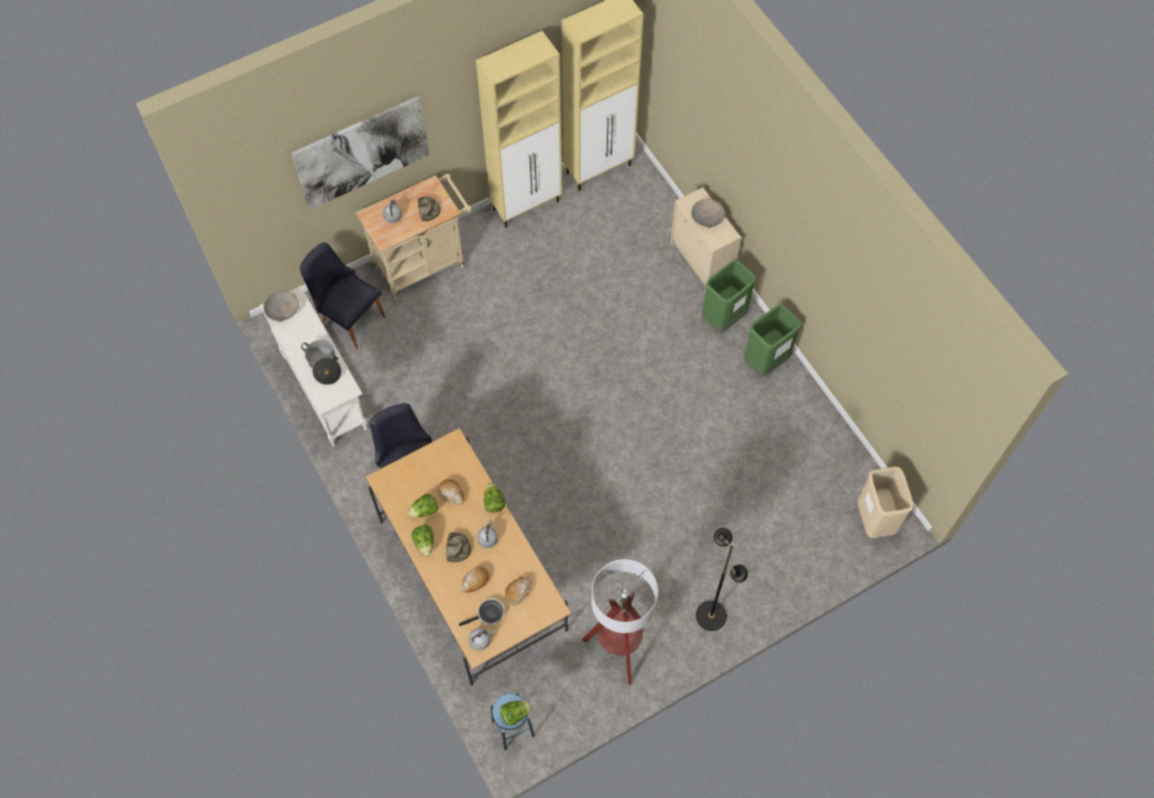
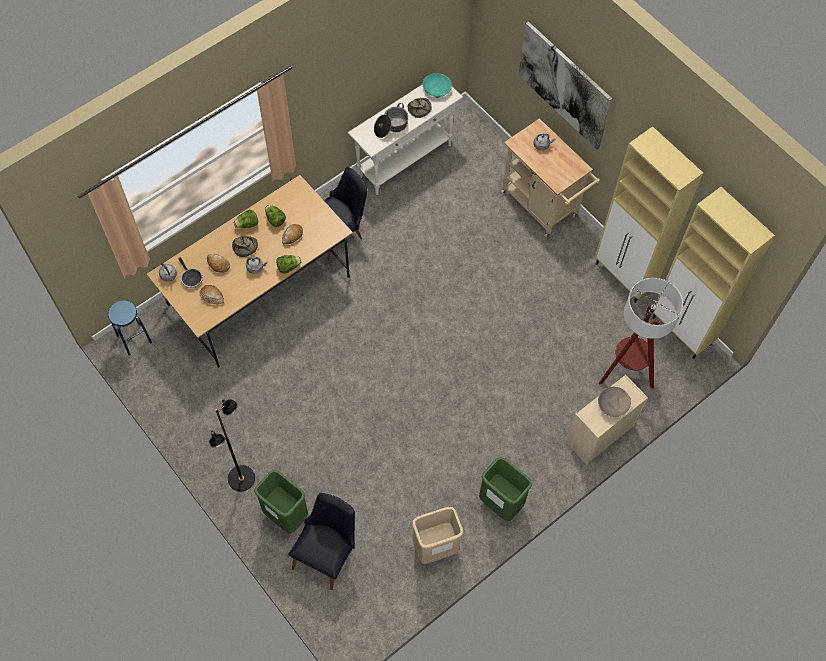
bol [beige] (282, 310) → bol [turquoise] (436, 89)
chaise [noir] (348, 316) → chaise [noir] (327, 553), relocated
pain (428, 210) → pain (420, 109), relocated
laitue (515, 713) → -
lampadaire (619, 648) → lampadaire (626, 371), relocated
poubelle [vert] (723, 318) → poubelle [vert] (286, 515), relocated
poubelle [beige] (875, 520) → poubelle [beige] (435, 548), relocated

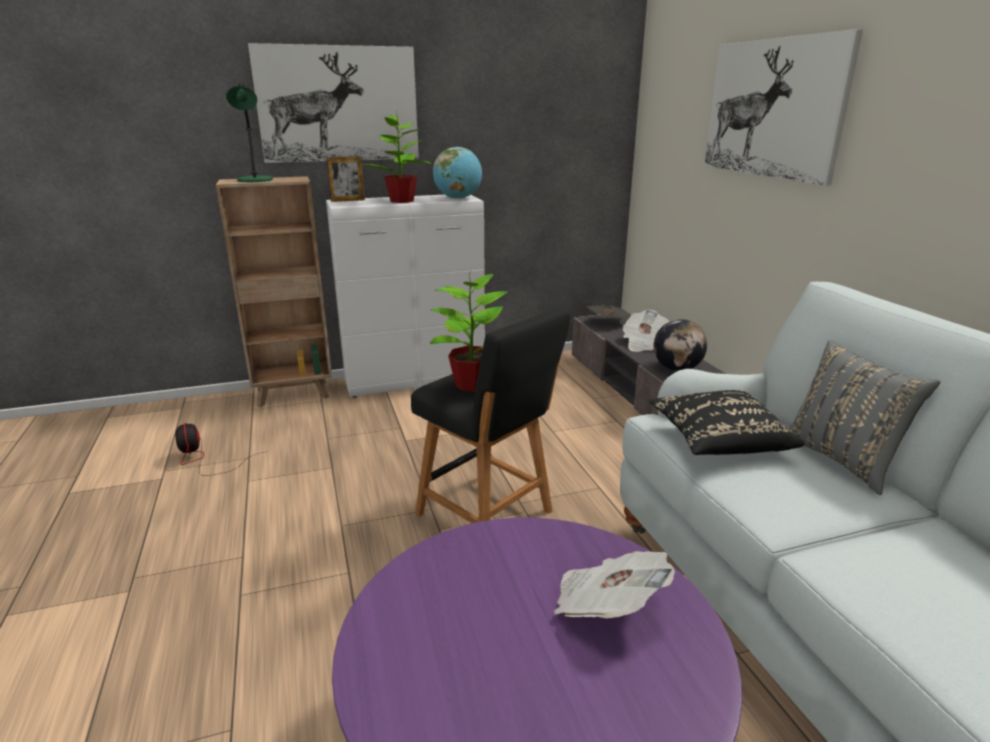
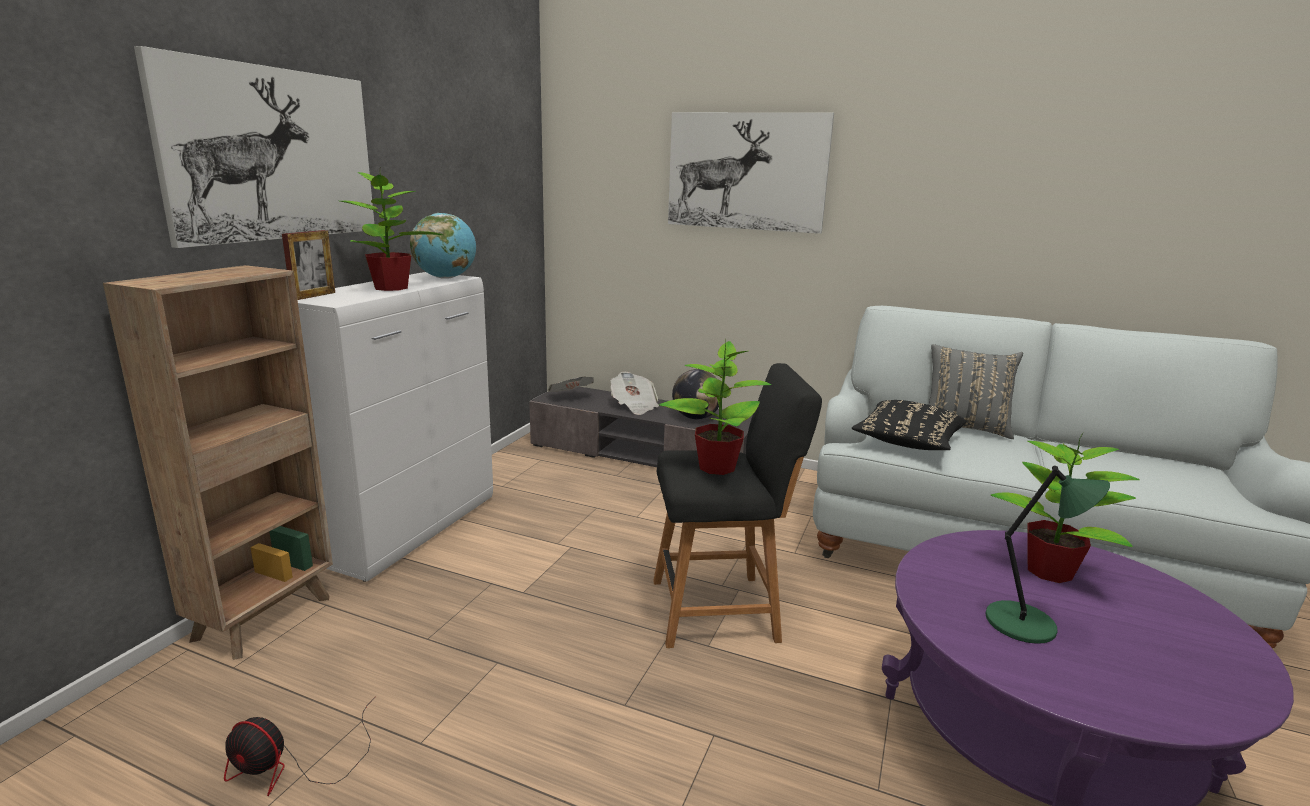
lampe de table [vert] (255, 180) → lampe de table [vert] (1025, 624), relocated
journal (607, 606) → plante en pot (1050, 571)

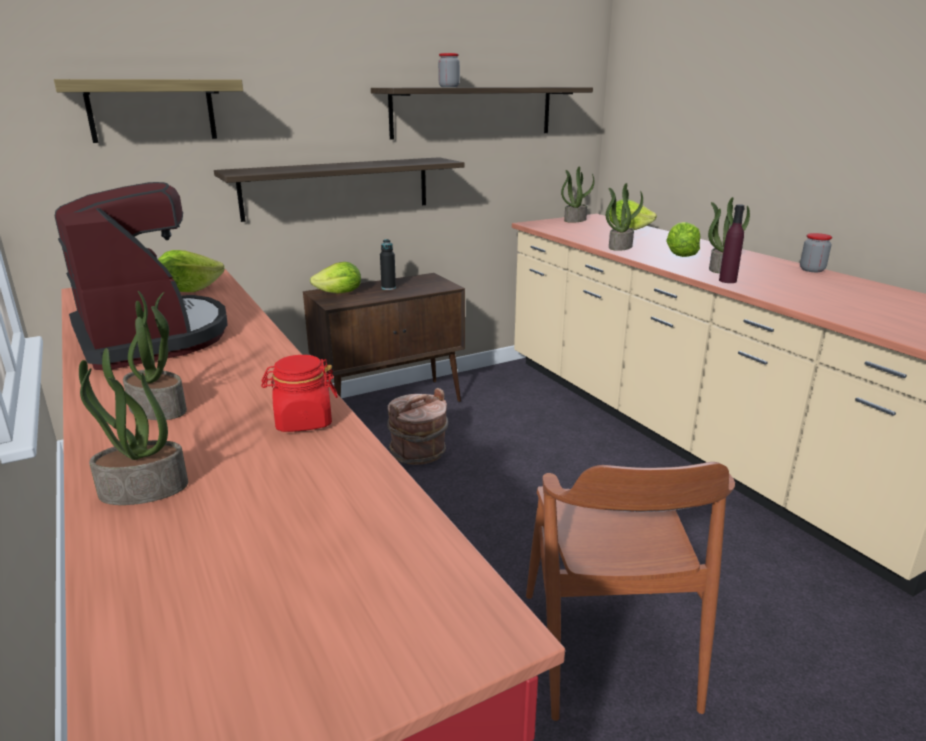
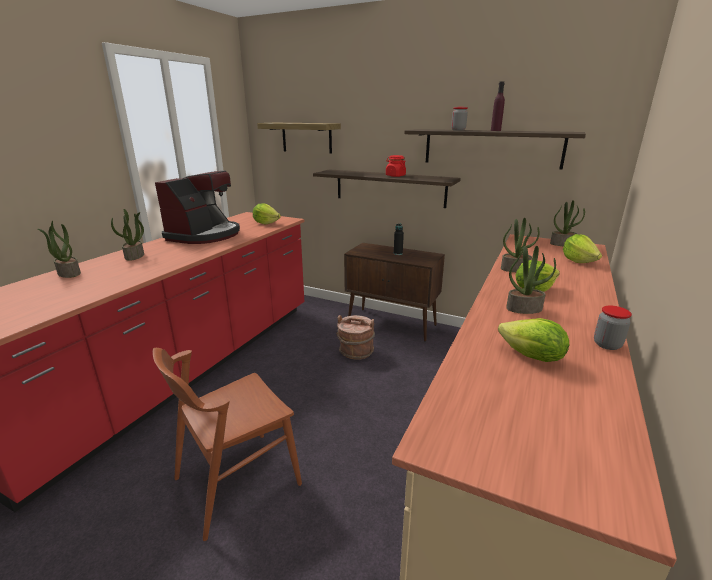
bocal [rouge] (303, 421) → bocal [rouge] (395, 176), relocated
laitue (340, 293) → laitue (532, 357), relocated
bouteille [violet] (727, 281) → bouteille [violet] (495, 130), relocated

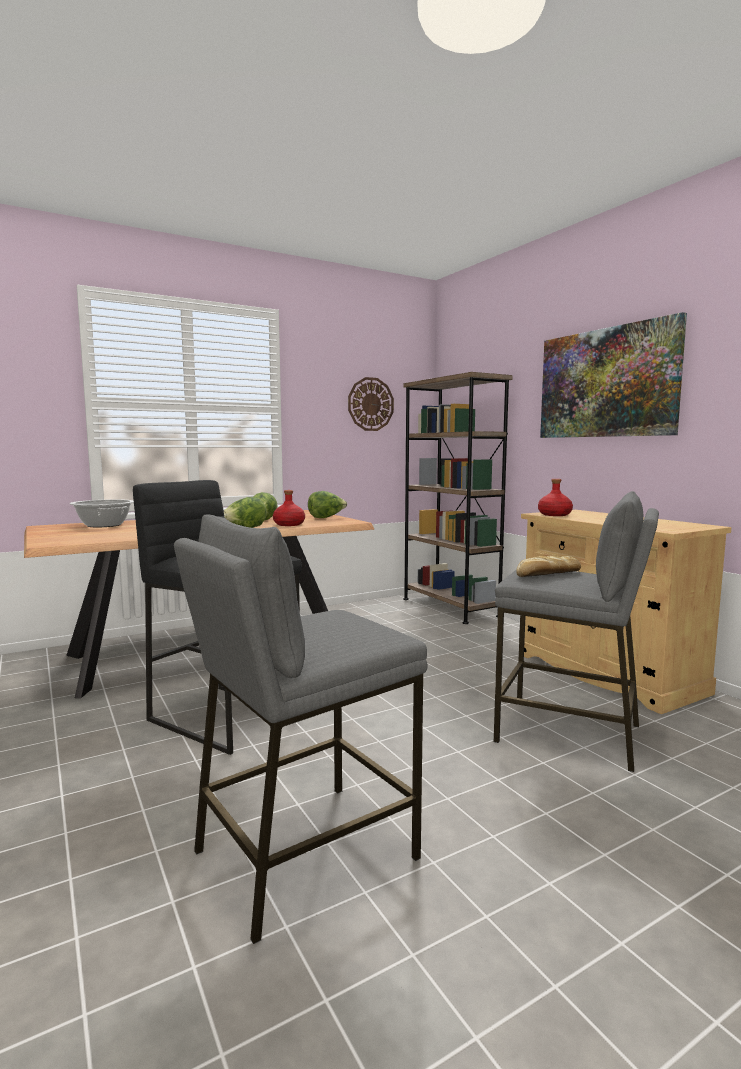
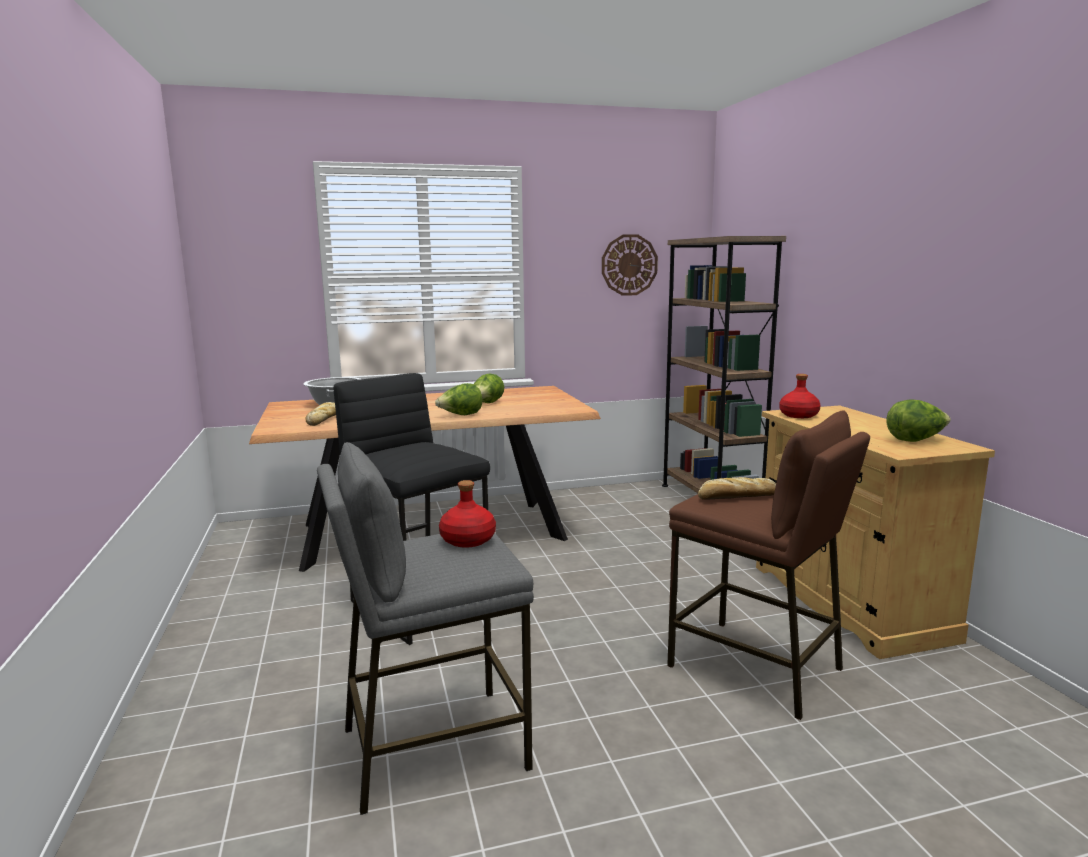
bouteille [rouge] (289, 524) → bouteille [rouge] (468, 540), relocated
laitue (326, 518) → laitue (915, 440), relocated
tabouret [gris] (569, 733) → tabouret [marron] (755, 667)
tableau (606, 383) → -
- → pain (324, 419)

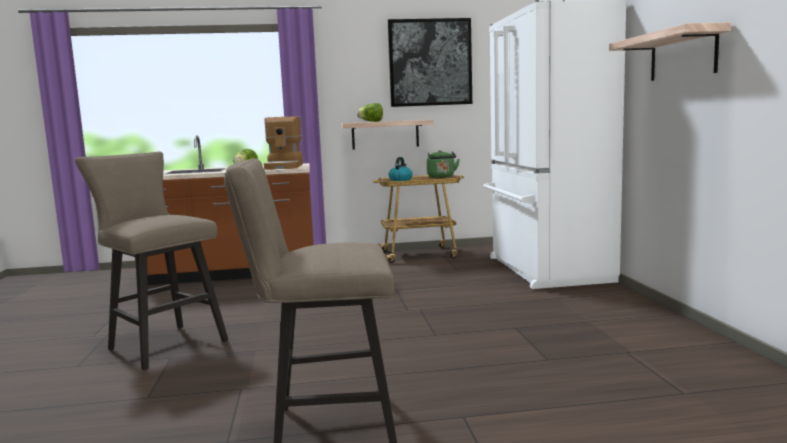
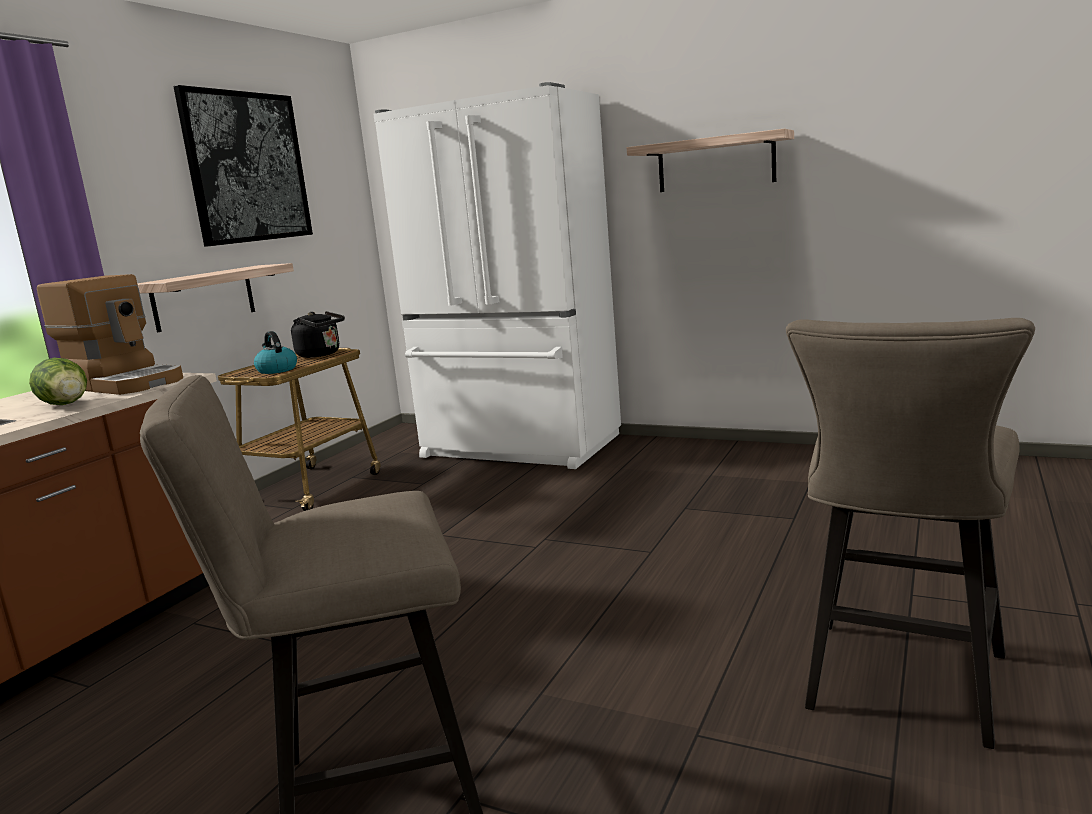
laitue (371, 121) → -
bouilloire [vert] (441, 177) → bouilloire [noir] (321, 354)

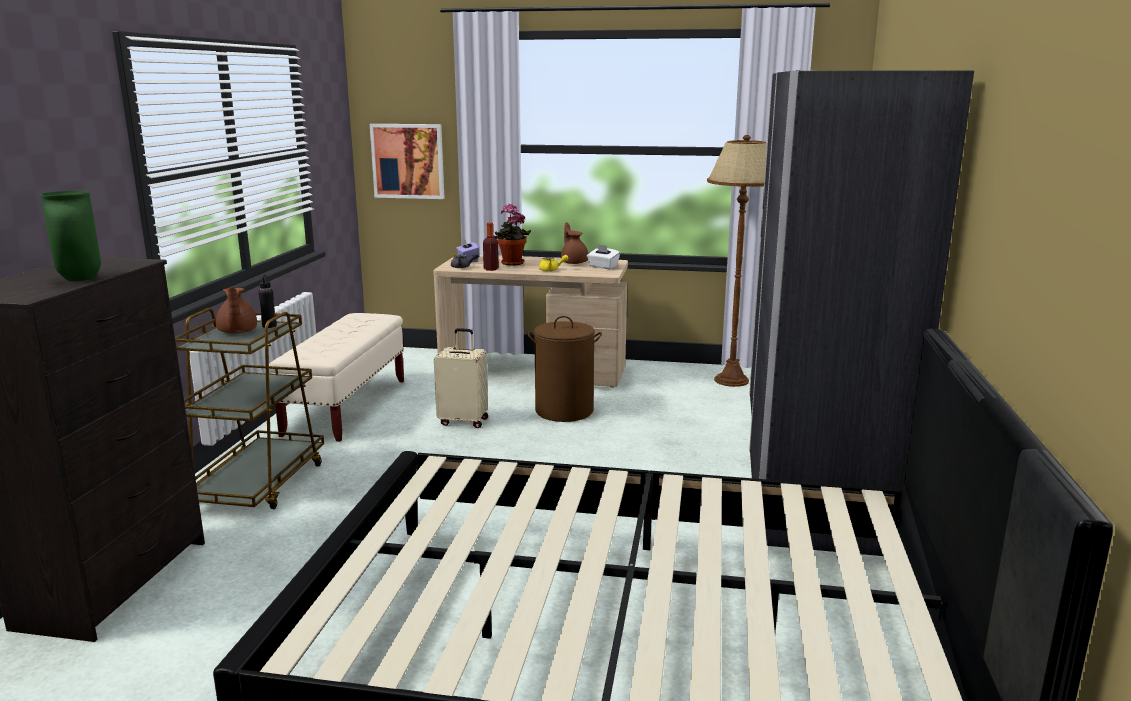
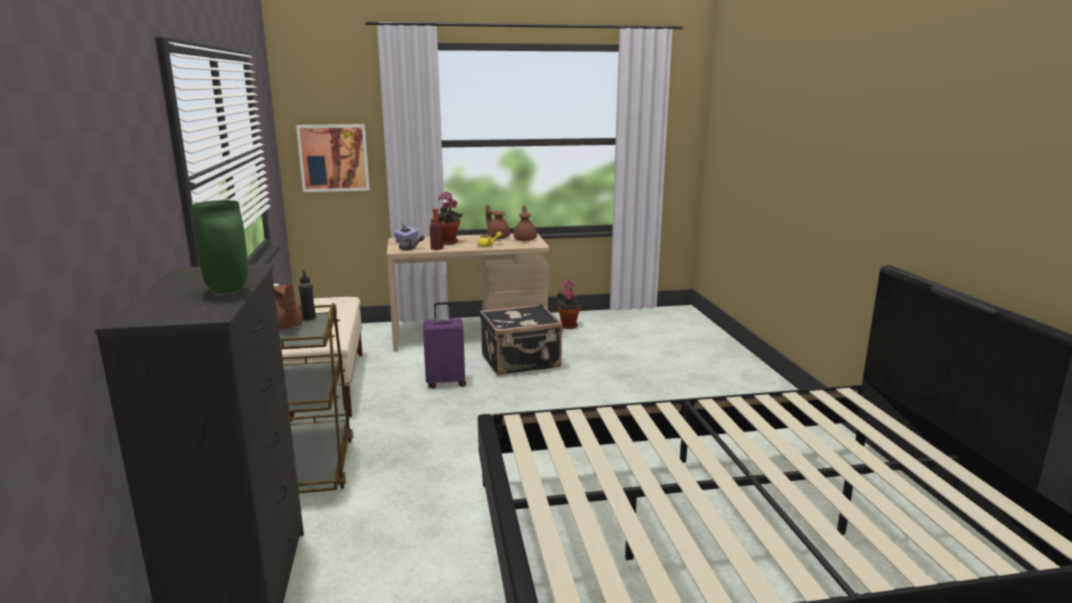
valise [beige] (464, 421) → valise [violet] (446, 382)
panier à linge [marron] (564, 411) → valise [noir] (521, 362)
boîte à mouchoirs [blanc] (603, 267) → théière [marron] (525, 239)
lampadaire [marron] (731, 380) → -
armoire [gris] (811, 464) → -
- → plante en pot (567, 325)

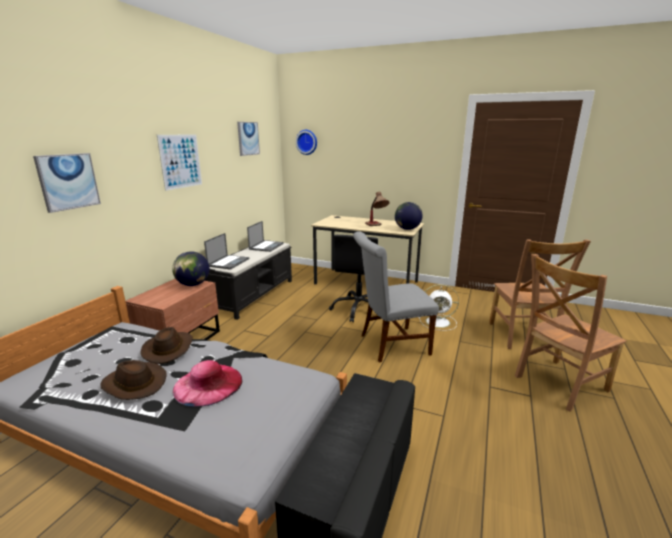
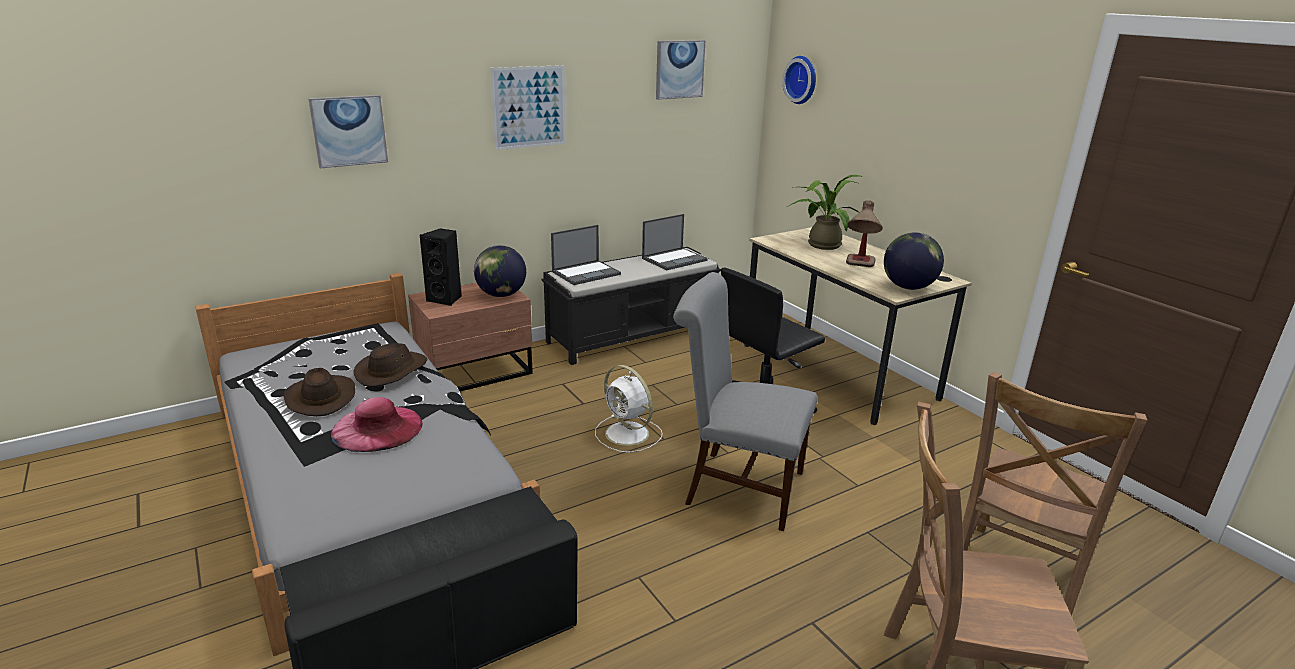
ventilateur [blanc] (439, 322) → ventilateur [blanc] (628, 434), relocated
- → enceinte [noir] (446, 299)
- → plante en pot (821, 244)

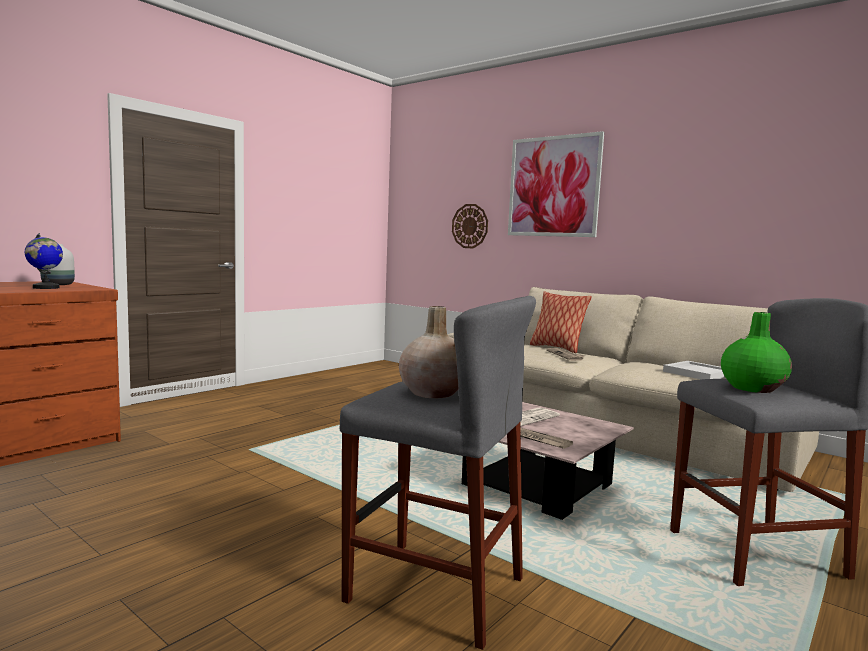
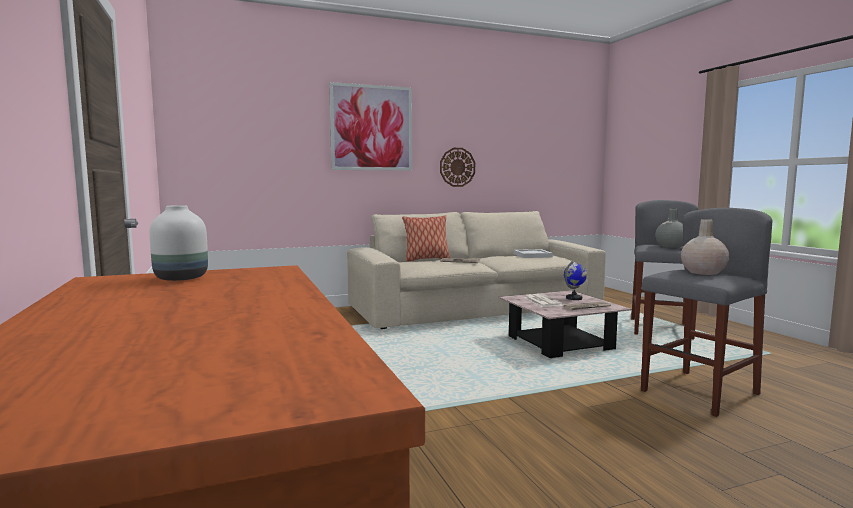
globe (46, 288) → globe (574, 298), relocated
horloge murale (470, 226) → horloge murale (457, 167), relocated
vase [vert] (752, 388) → vase [gris] (670, 246)

